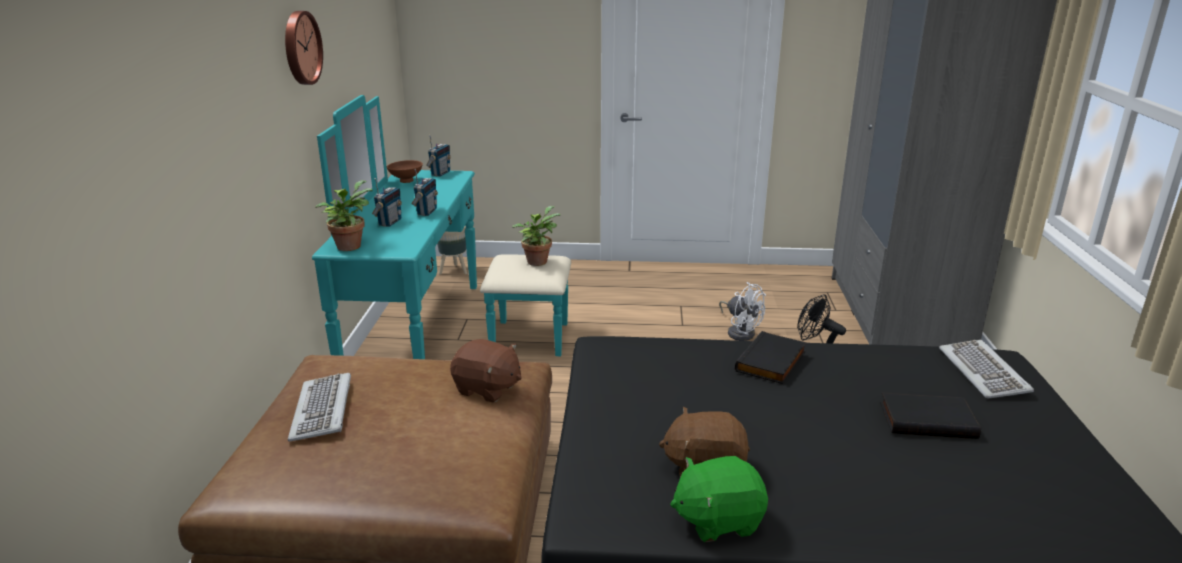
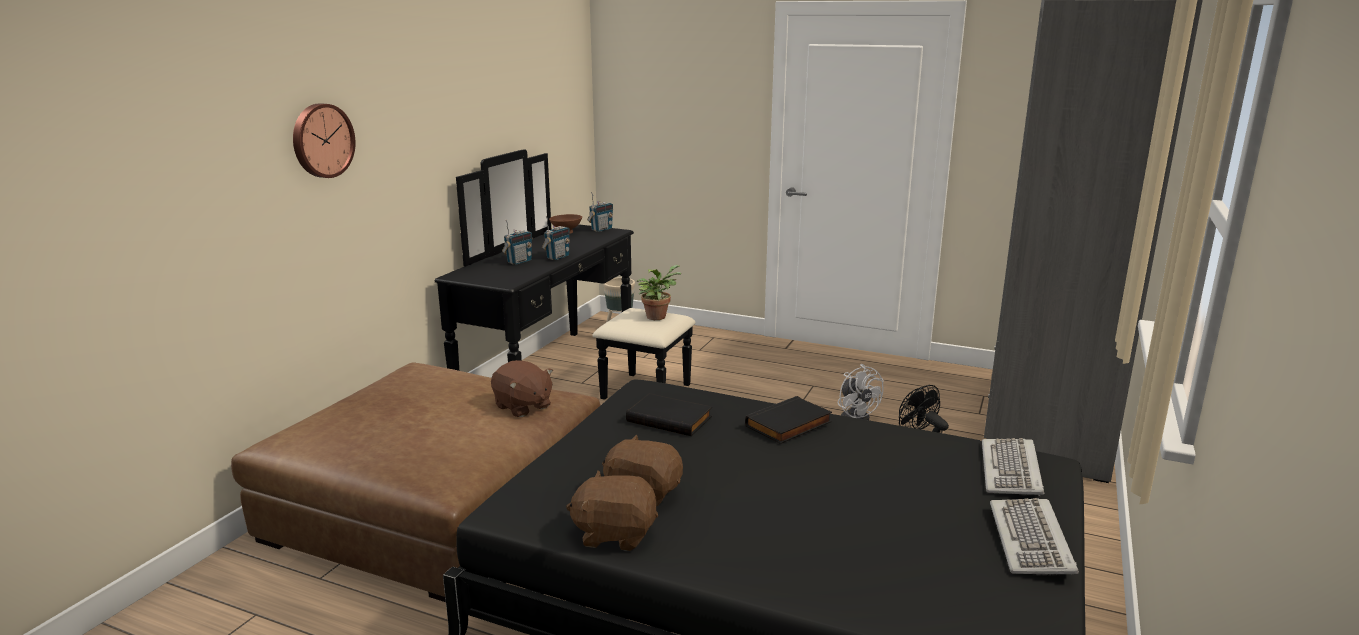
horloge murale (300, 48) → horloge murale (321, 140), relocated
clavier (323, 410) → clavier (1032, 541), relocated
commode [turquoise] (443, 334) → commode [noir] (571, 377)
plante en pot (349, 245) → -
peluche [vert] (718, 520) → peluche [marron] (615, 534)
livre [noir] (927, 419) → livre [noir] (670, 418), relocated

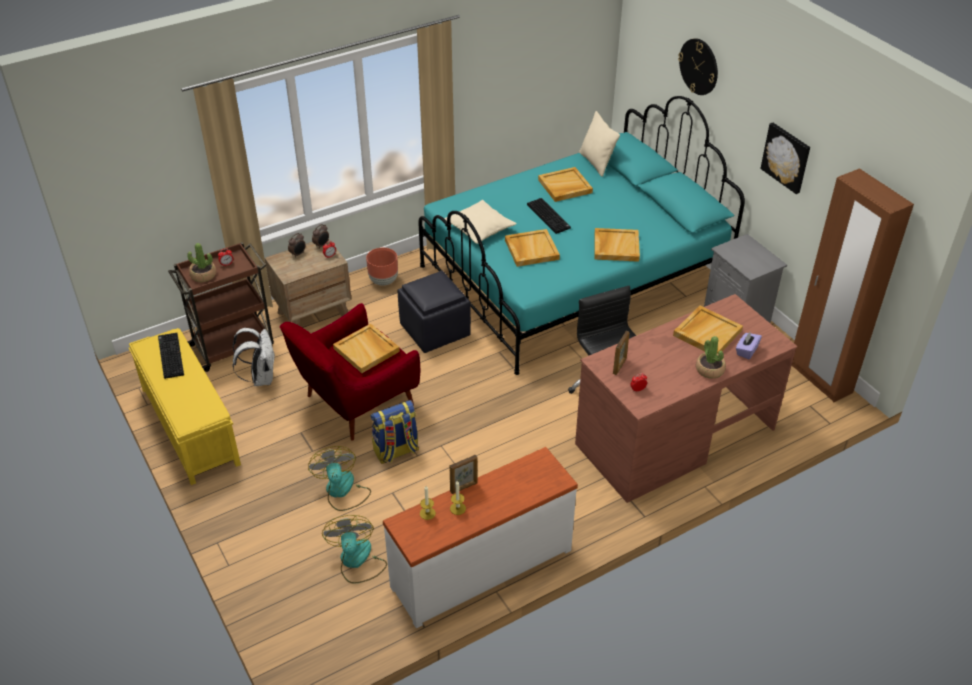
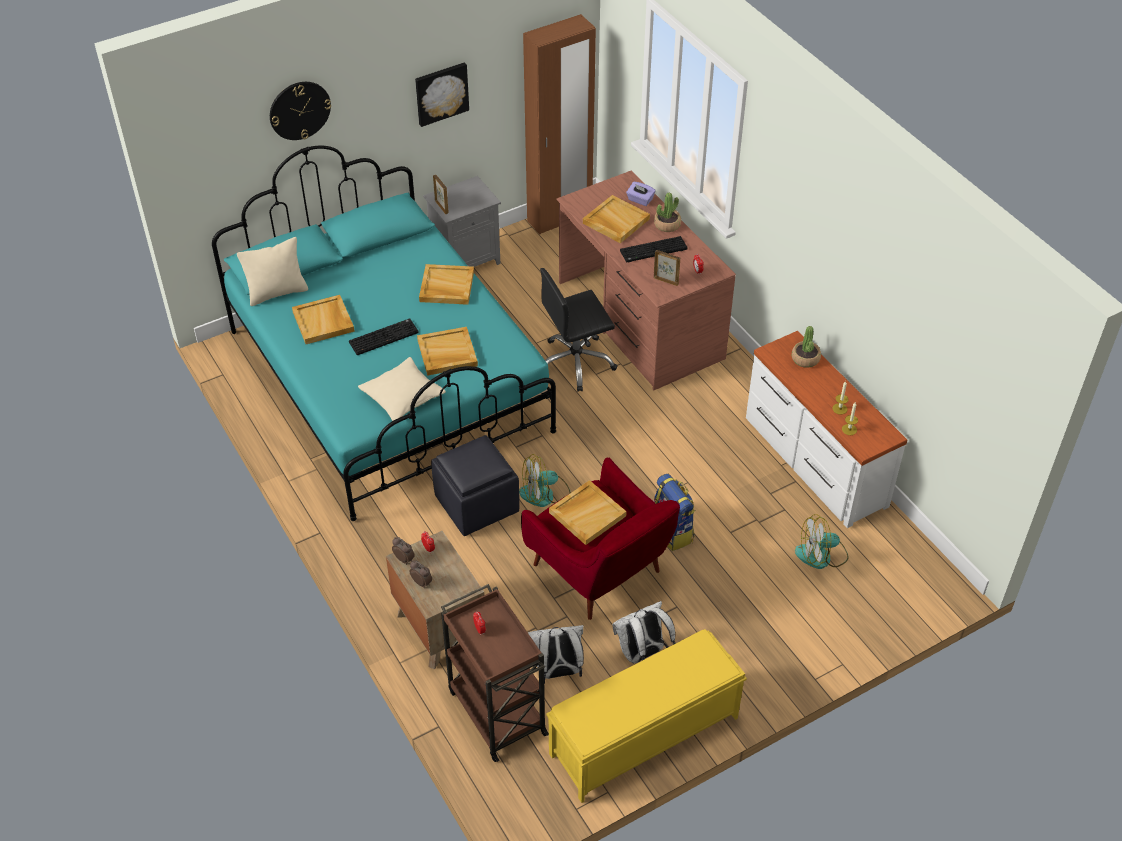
clavier (169, 356) → clavier (653, 251), relocated
plante en pot (203, 275) → plante en pot (805, 359), relocated
ventilateur (342, 491) → ventilateur (545, 494), relocated
cache-pot [marron] (383, 281) → -
cadre photo (464, 487) → cadre photo (441, 207), relocated
- → sac à dos [blanc] (642, 654)

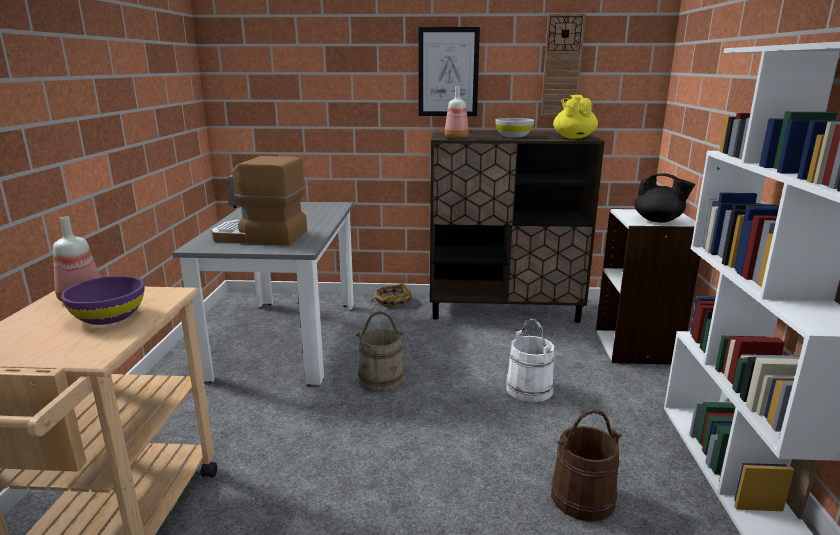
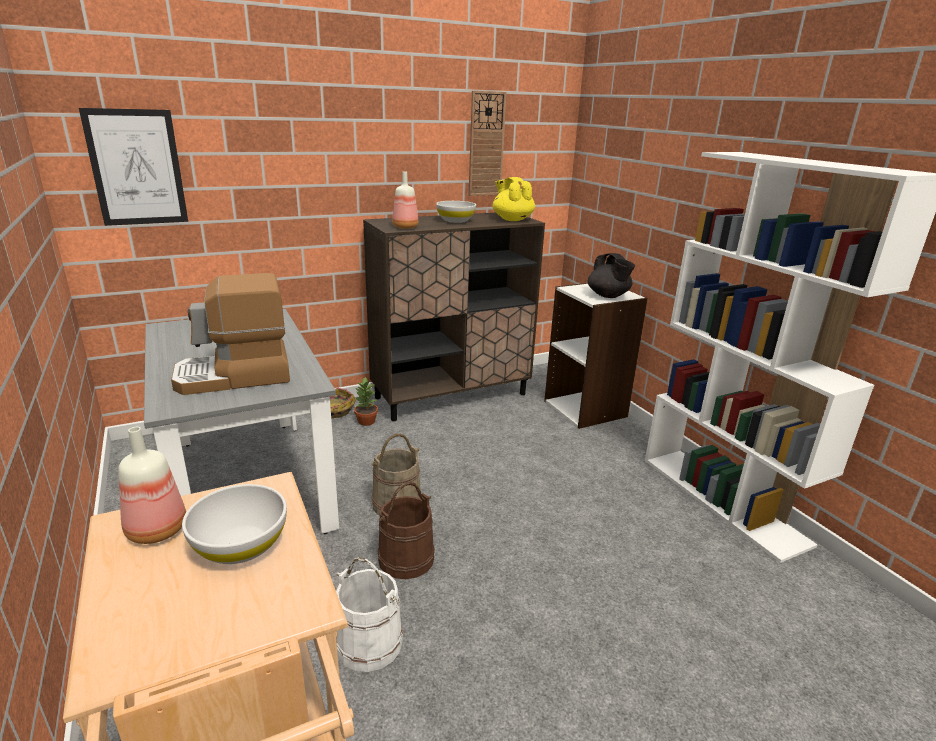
bol [violet] (108, 317) → bol [blanc] (240, 545)
tableau (448, 72) → tableau (137, 168), relocated
seau [blanc] (529, 389) → seau [blanc] (369, 642), relocated
seau [marron] (582, 497) → seau [marron] (406, 558), relocated
théière [noir] (658, 220) → théière [noir] (608, 296), 60 degrees clockwise
- → plante en pot (366, 421)

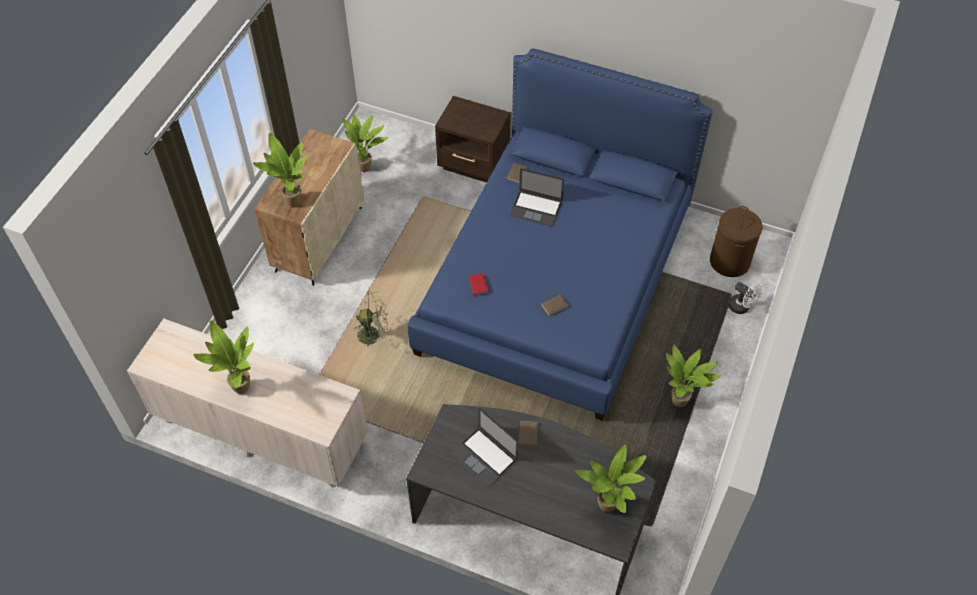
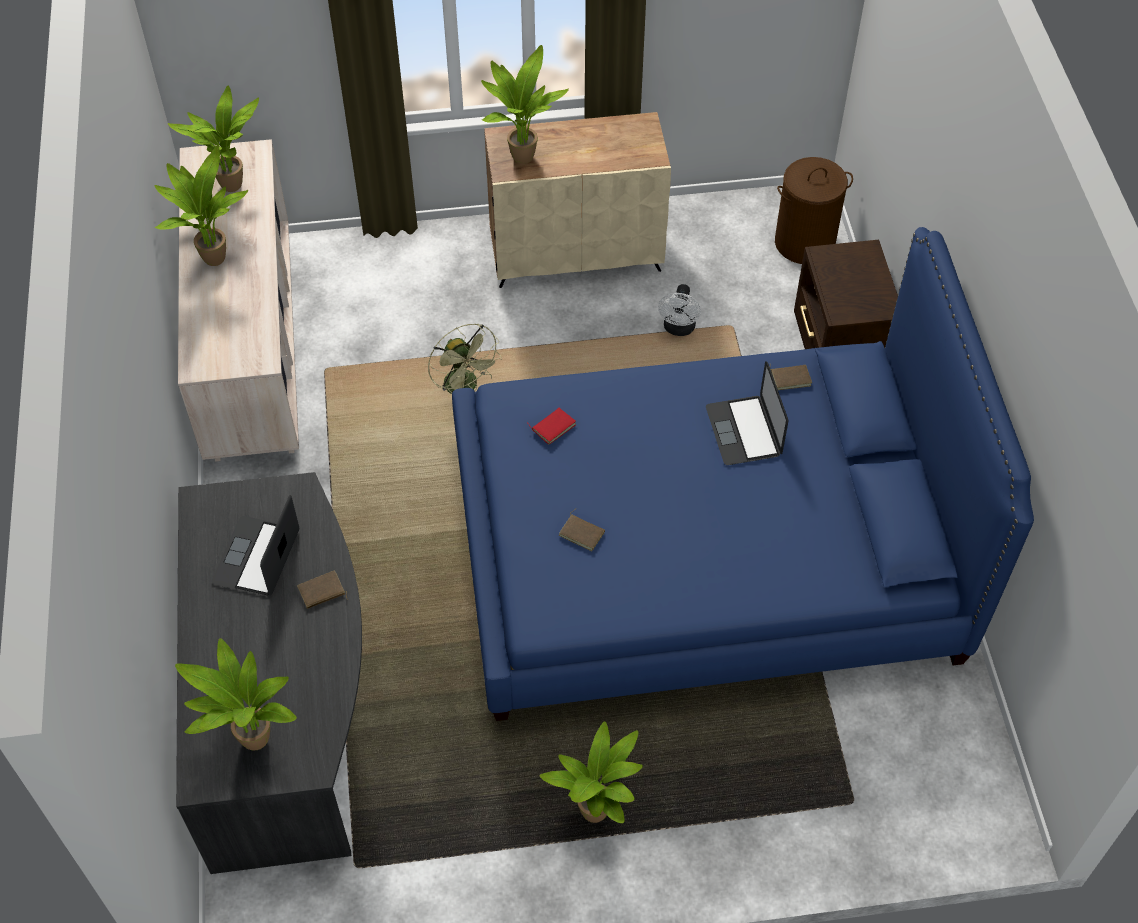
plante en pot (366, 168) → plante en pot (234, 188), relocated
panier à linge [marron] (729, 262) → panier à linge [marron] (804, 243), relocated
ventilateur [blanc] (742, 307) → ventilateur [blanc] (678, 329), relocated

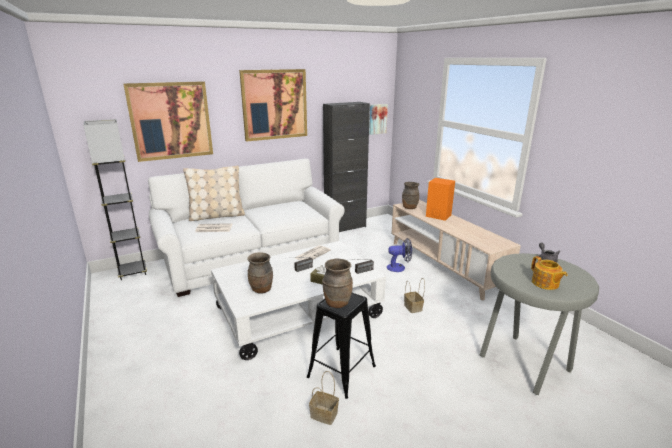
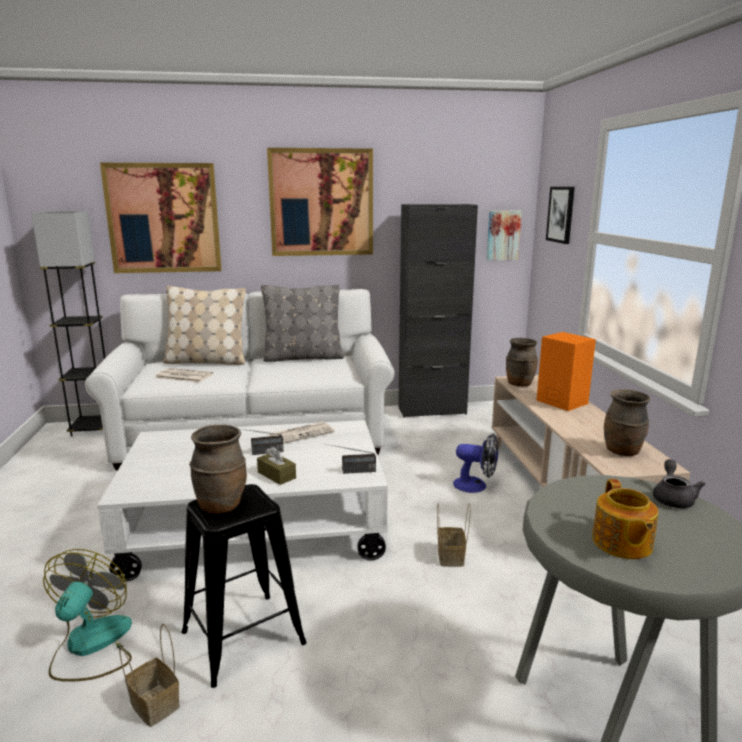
vase [marron] (261, 290) → vase [marron] (622, 452), relocated
- → ventilateur (90, 646)
- → coussin [gris] (303, 358)
- → tableau (561, 214)

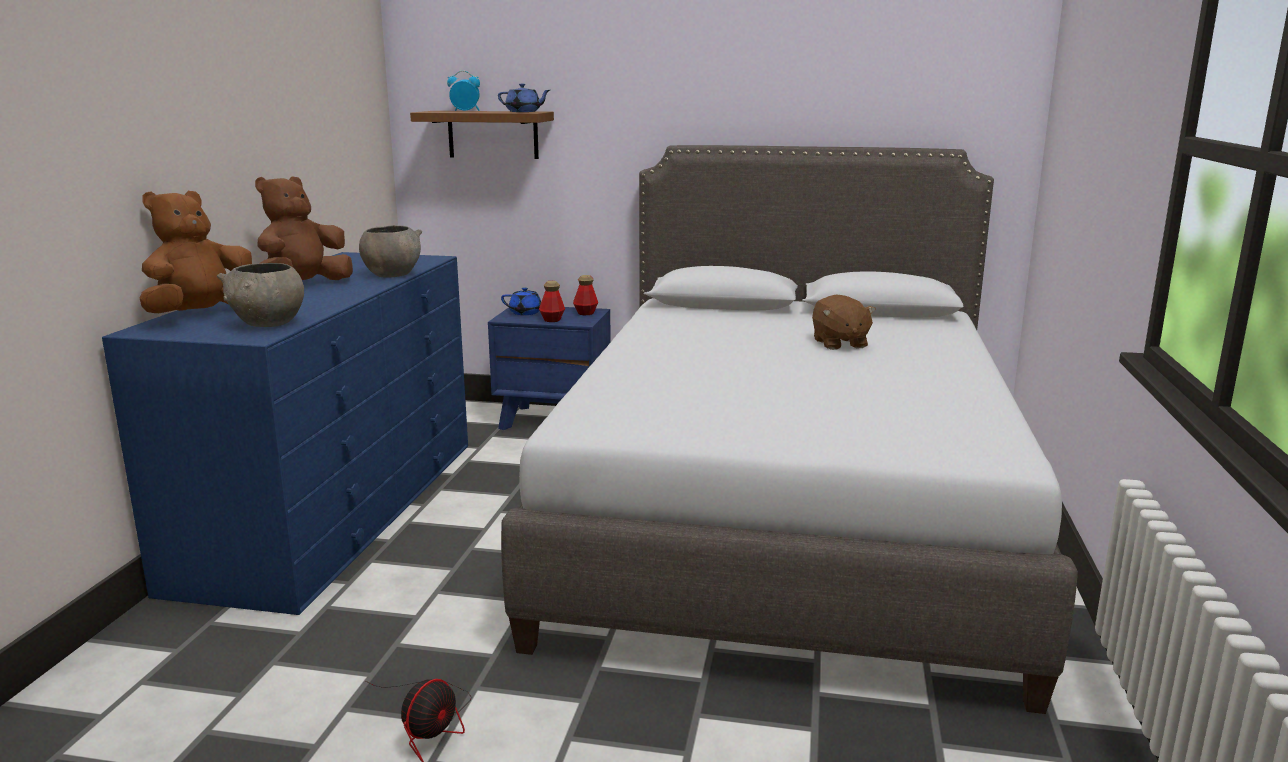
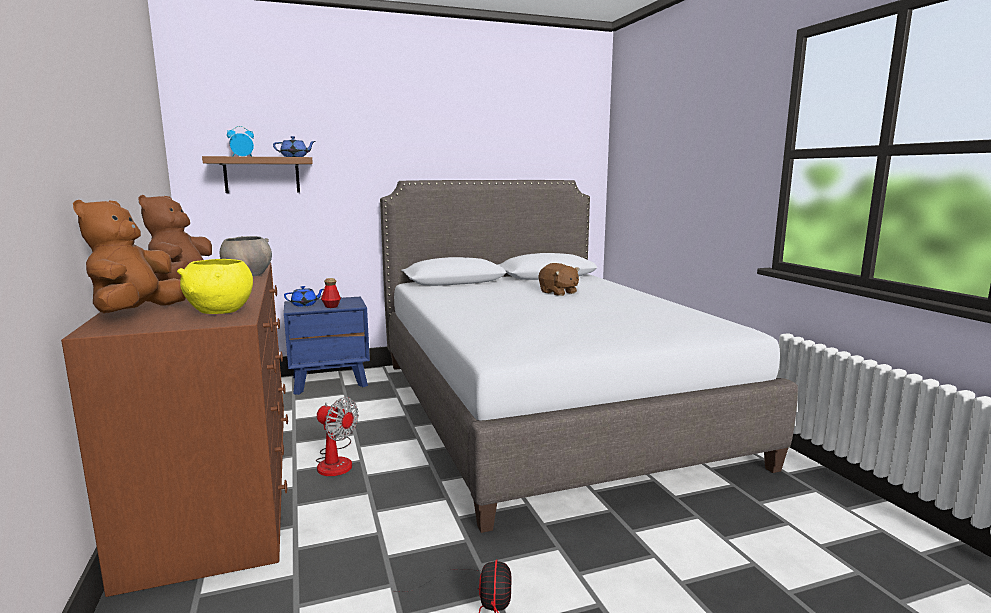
commode [bleu] (336, 509) → commode [marron] (220, 477)
bol [gris] (268, 324) → bol [jaune] (221, 311)
bouteille (585, 313) → -
- → ventilateur (336, 461)

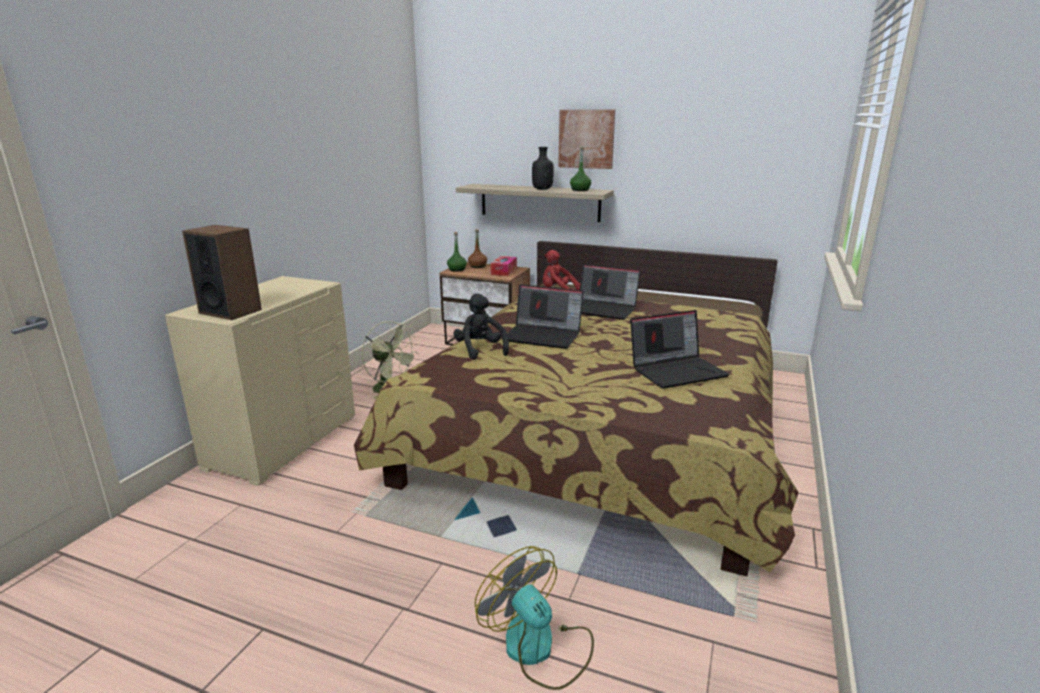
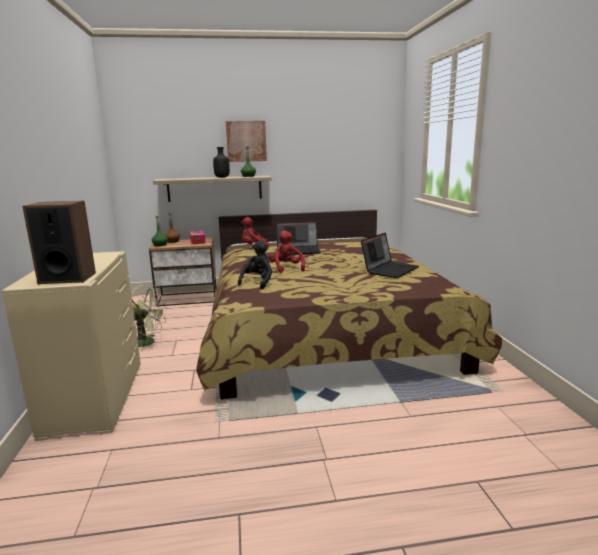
peluche [noir] (480, 350) → peluche [noir] (258, 282), 75 degrees clockwise
ventilateur (539, 648) → -
ordinateur portable (543, 336) → peluche [rouge] (286, 268)

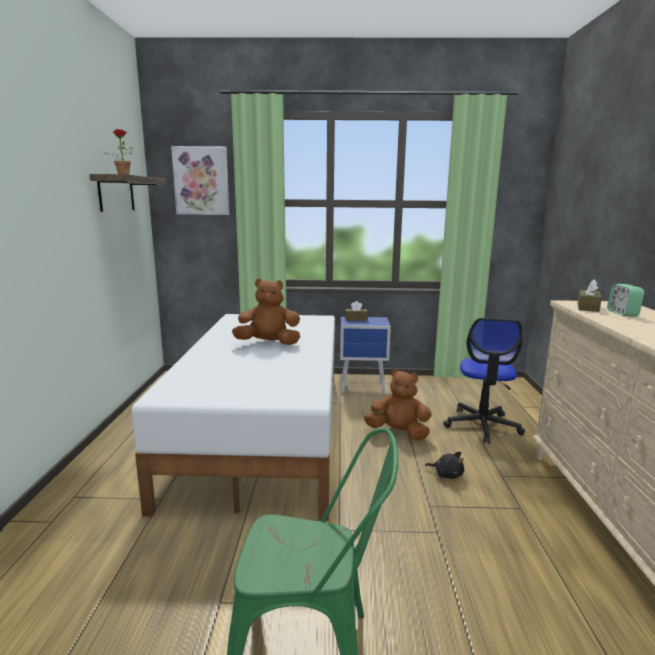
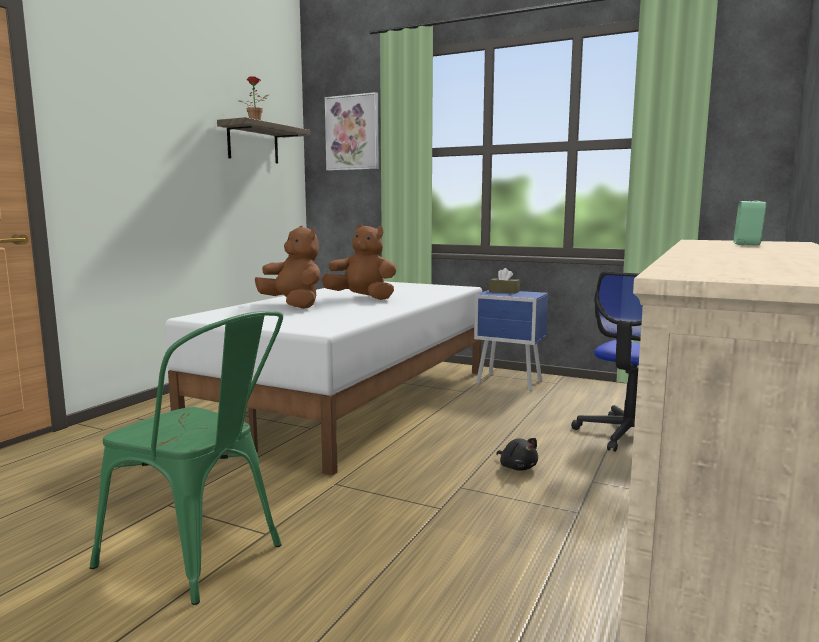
peluche [marron] (398, 433) → peluche [marron] (293, 305), relocated
boîte à mouchoirs [marron] (588, 307) → -

